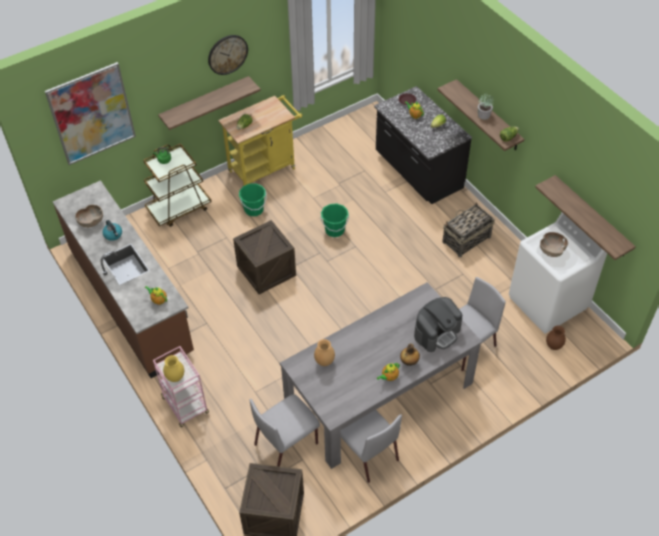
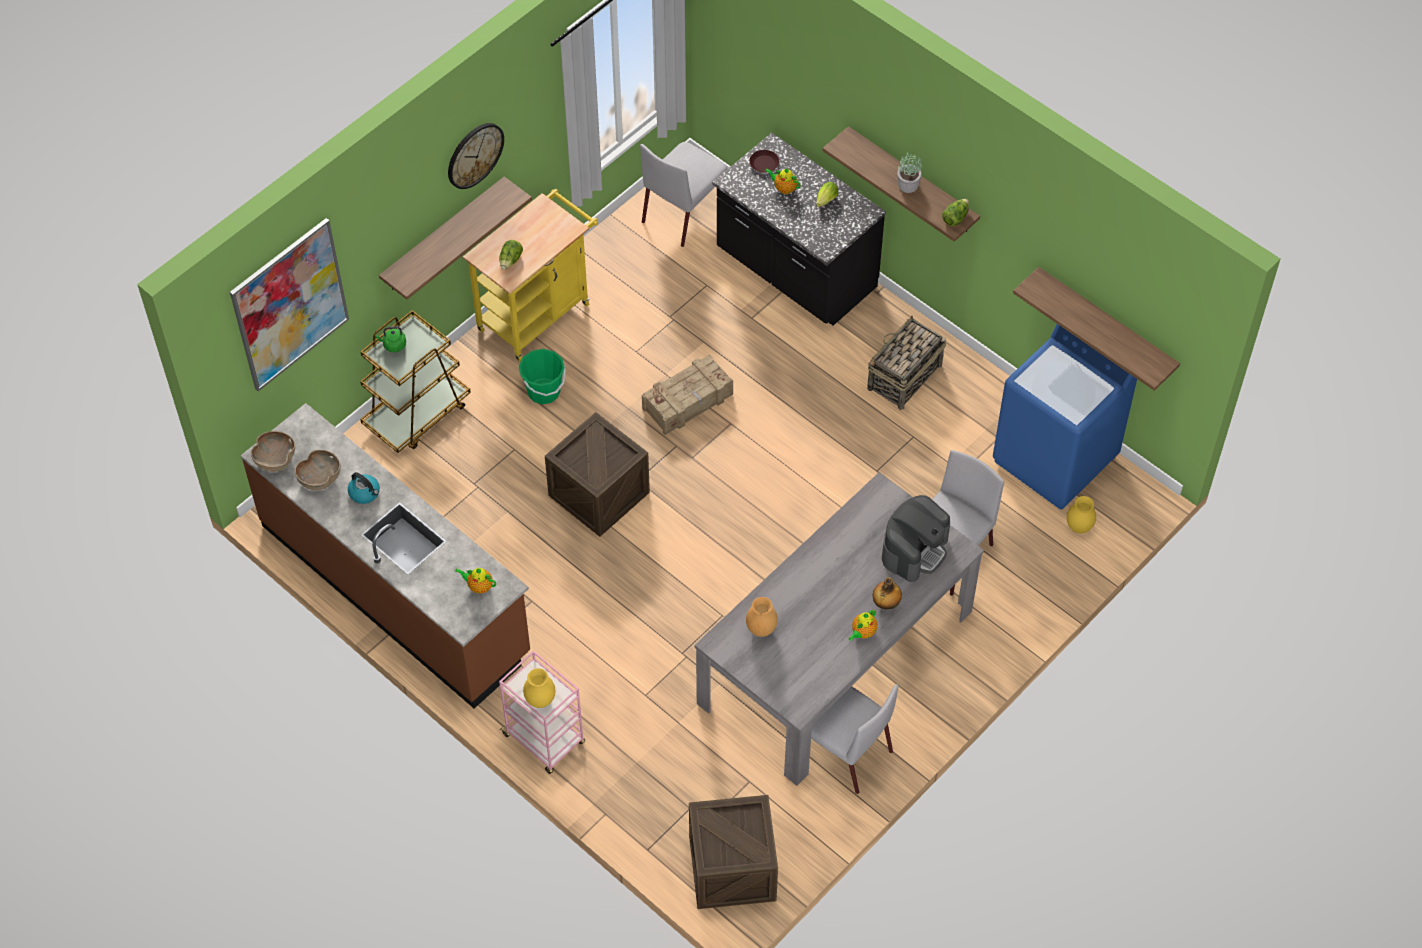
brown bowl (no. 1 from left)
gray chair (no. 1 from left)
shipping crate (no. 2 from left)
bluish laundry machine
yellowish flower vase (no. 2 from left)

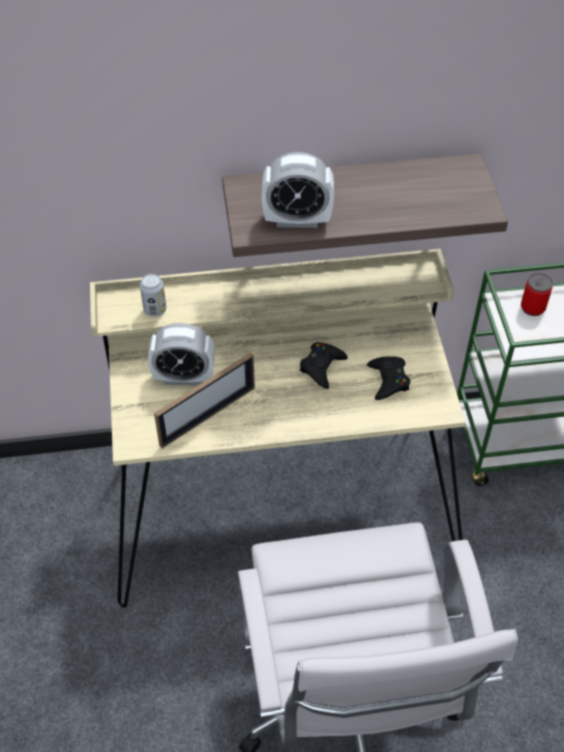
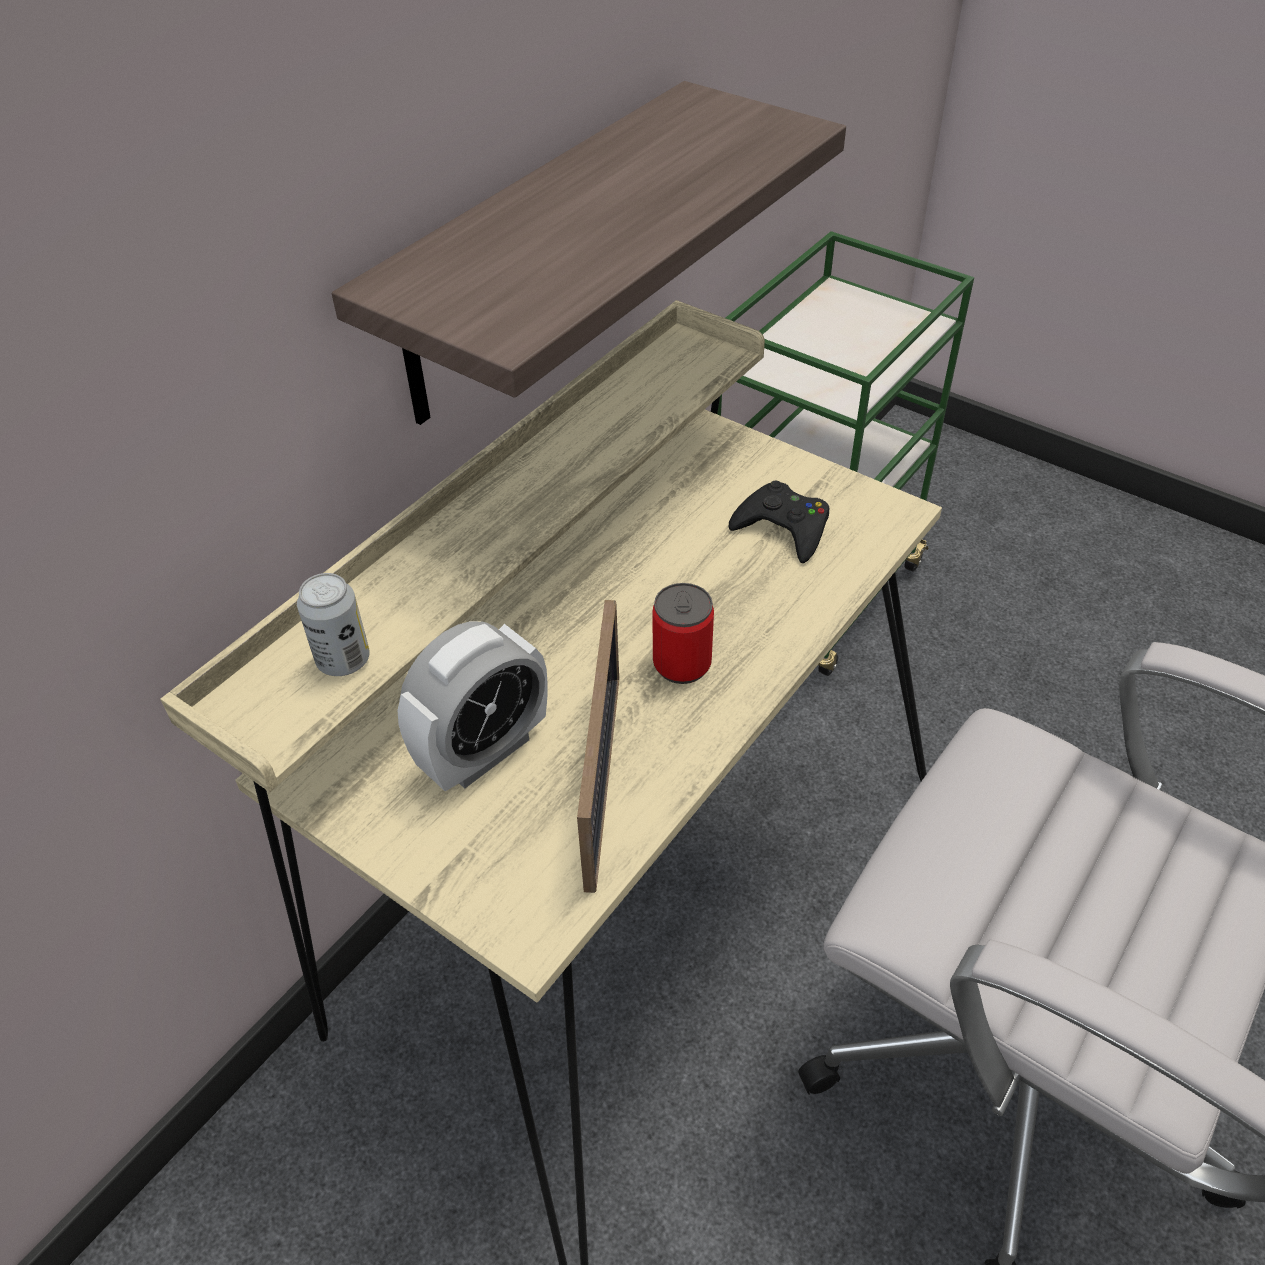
metal can (no. 2 from left)
alarm clock (no. 2 from left in the first image)
black game controller (no. 1 from left in the first image)

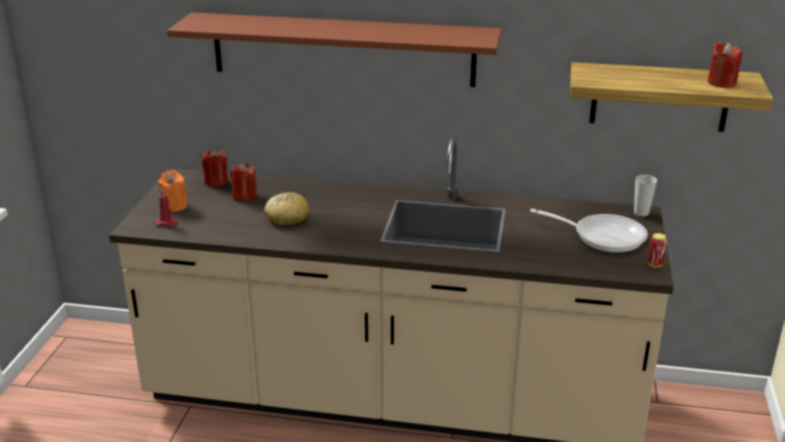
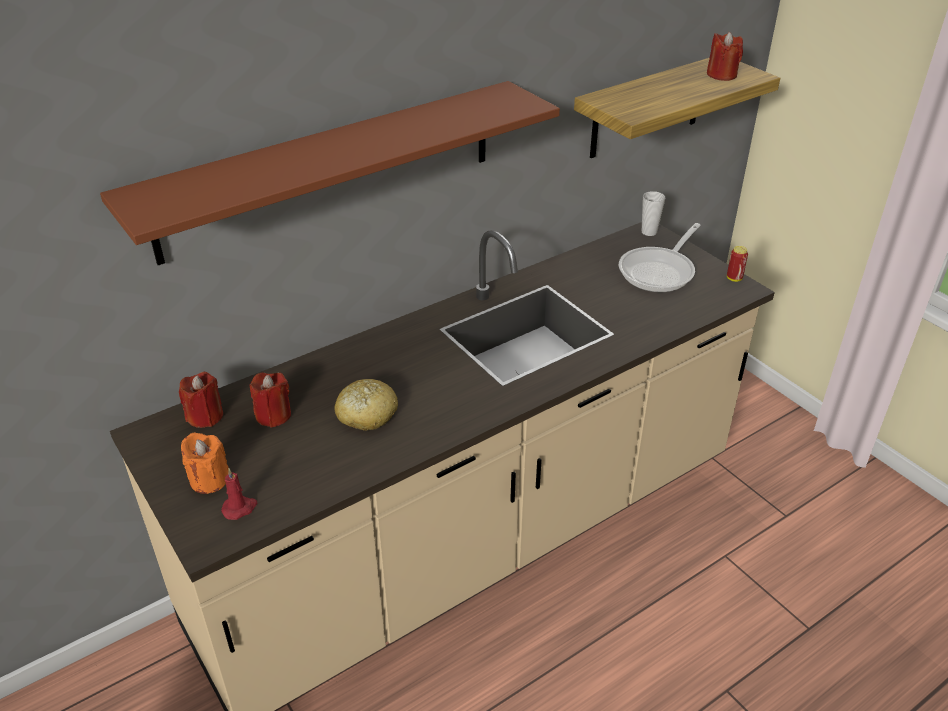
pan

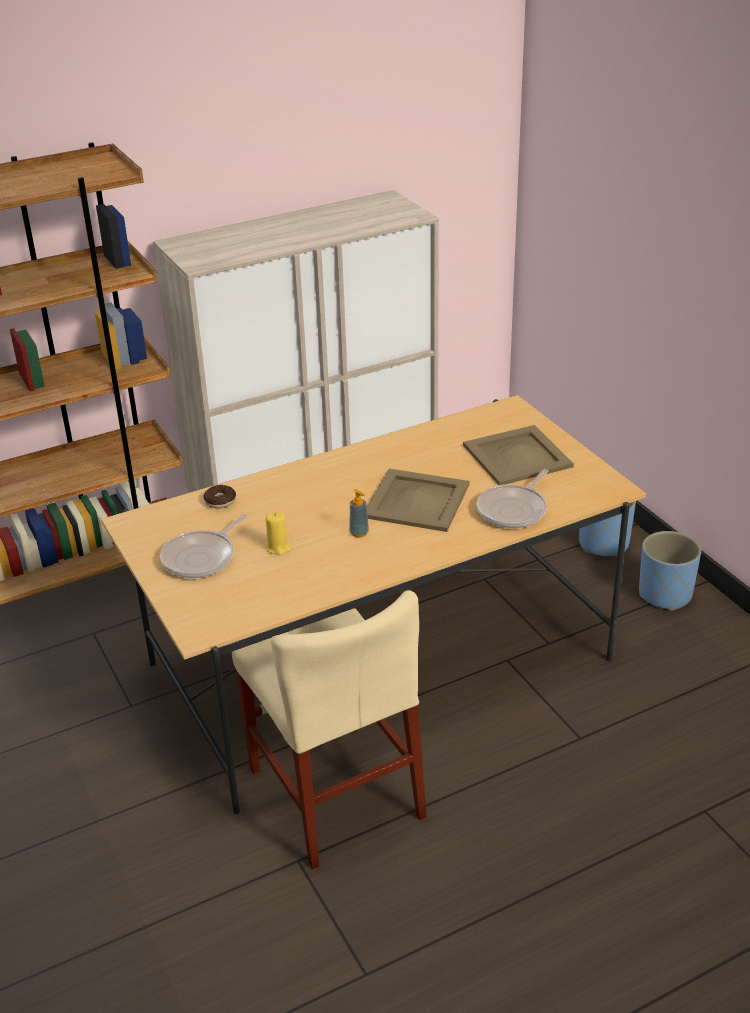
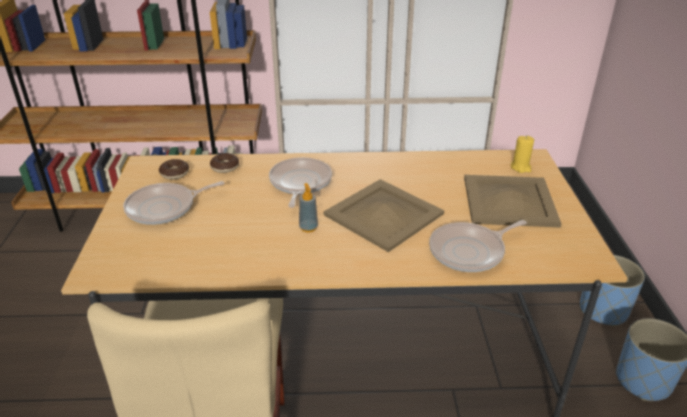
ring doughnut (no. 1 from left)
pan (no. 2 from left)
yellowish wax candle

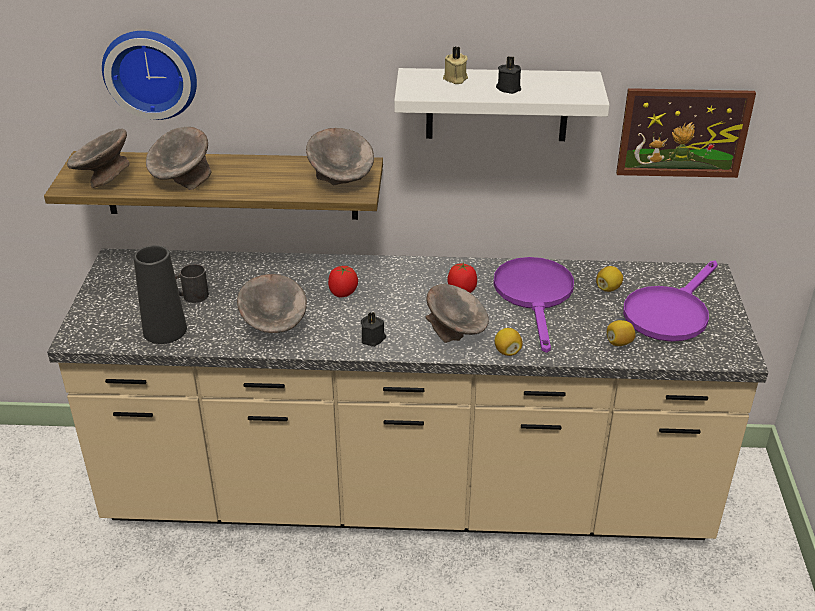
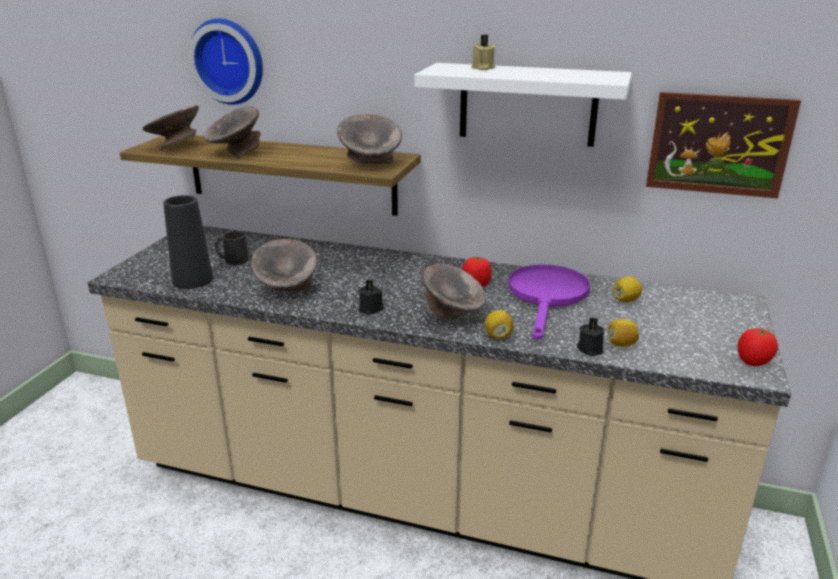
black wax candle (no. 2 from left)
tomato (no. 2 from left)
purple-coloured pan (no. 2 from left in the first image)

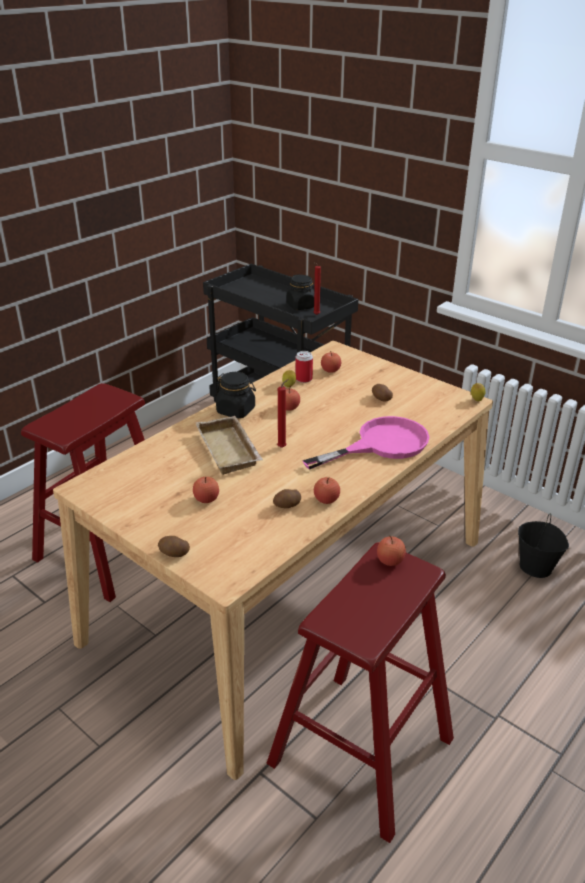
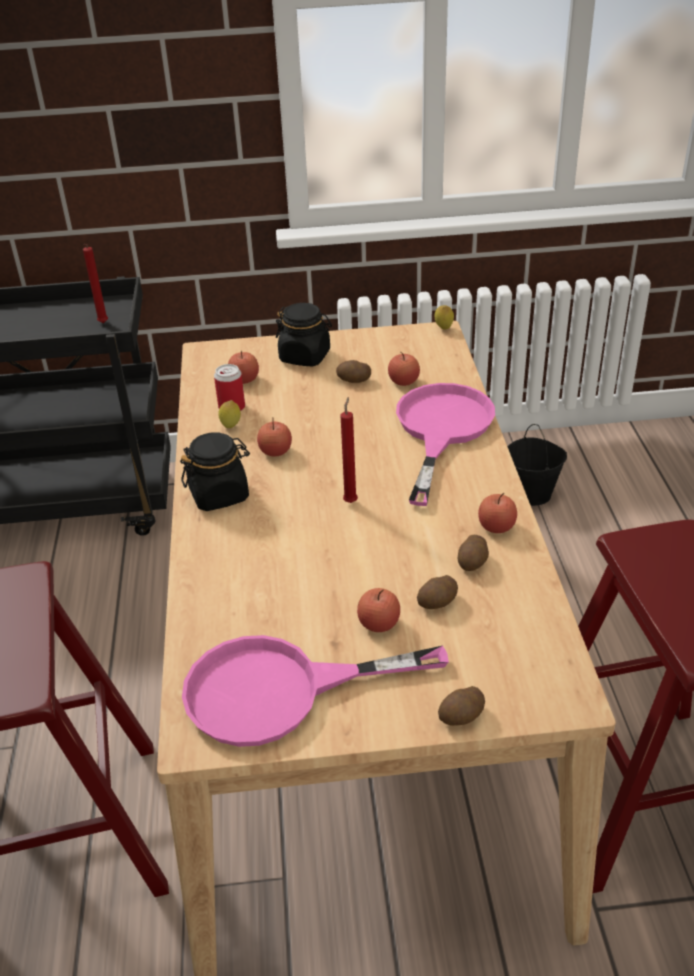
pink-coloured pan (no. 1 from left)
black preserve jar (no. 2 from left)
apple (no. 4 from left)
potato (no. 2 from left)
sand-coloured carrying tray

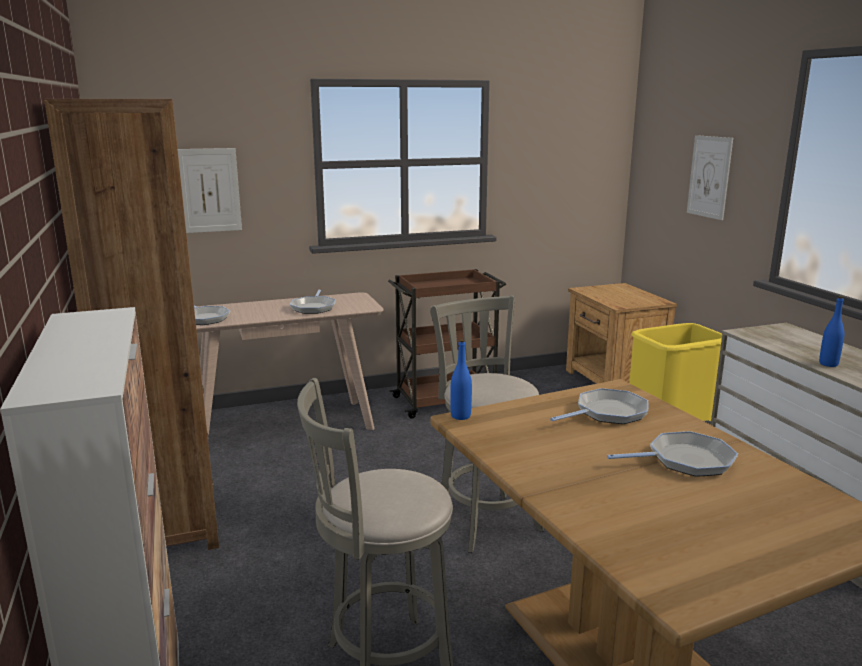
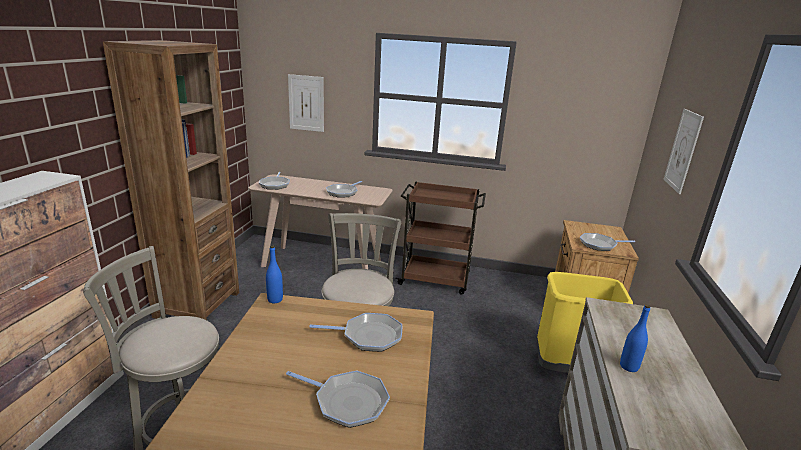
pan (no. 5 from left)

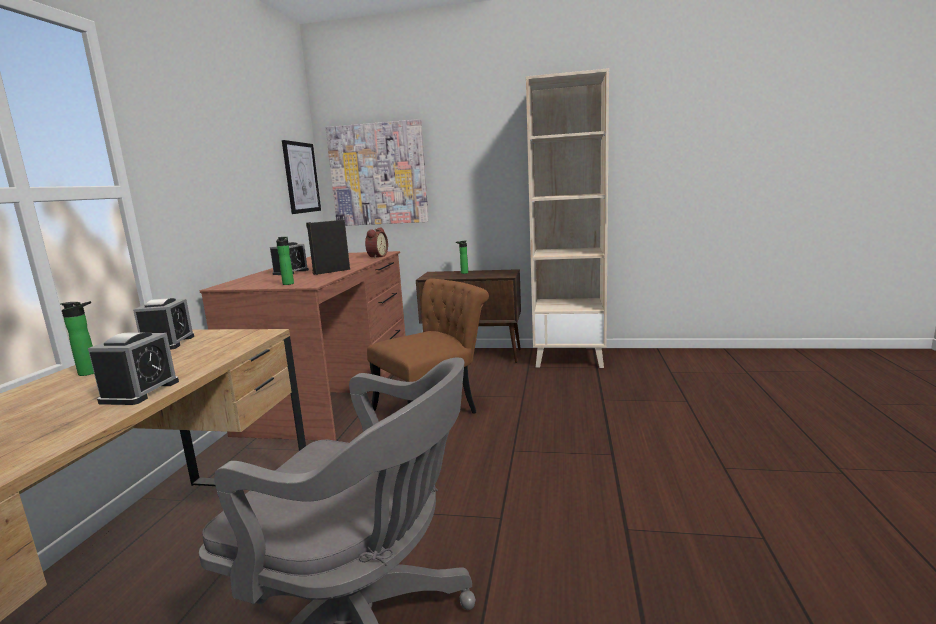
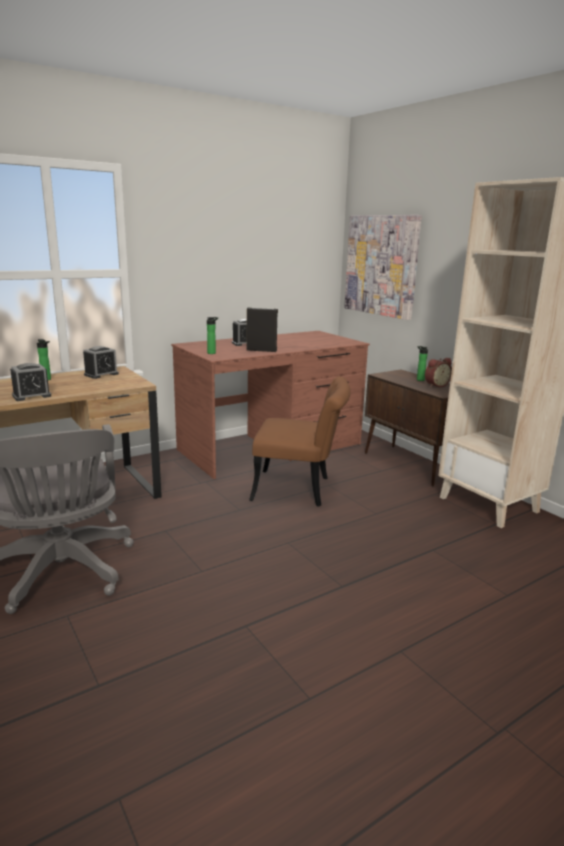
alarm clock (no. 4 from left)
picture (no. 1 from left in the first image)

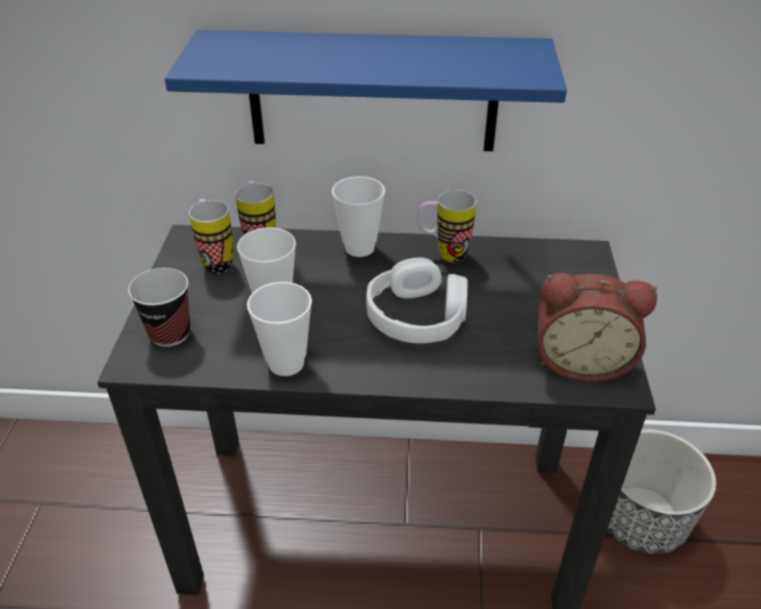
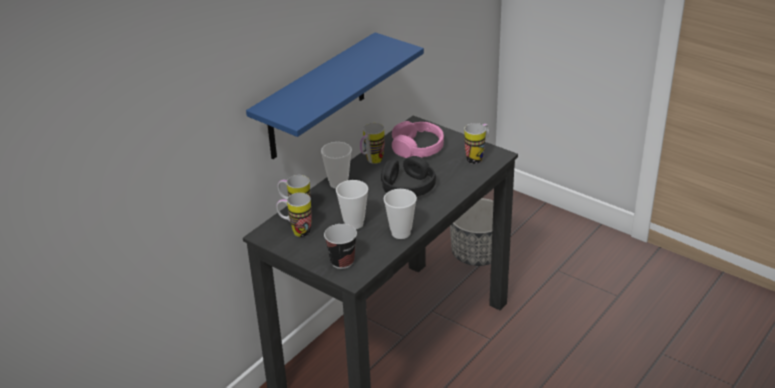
black headset
pink-coloured headset
tea mug (no. 4 from left)

